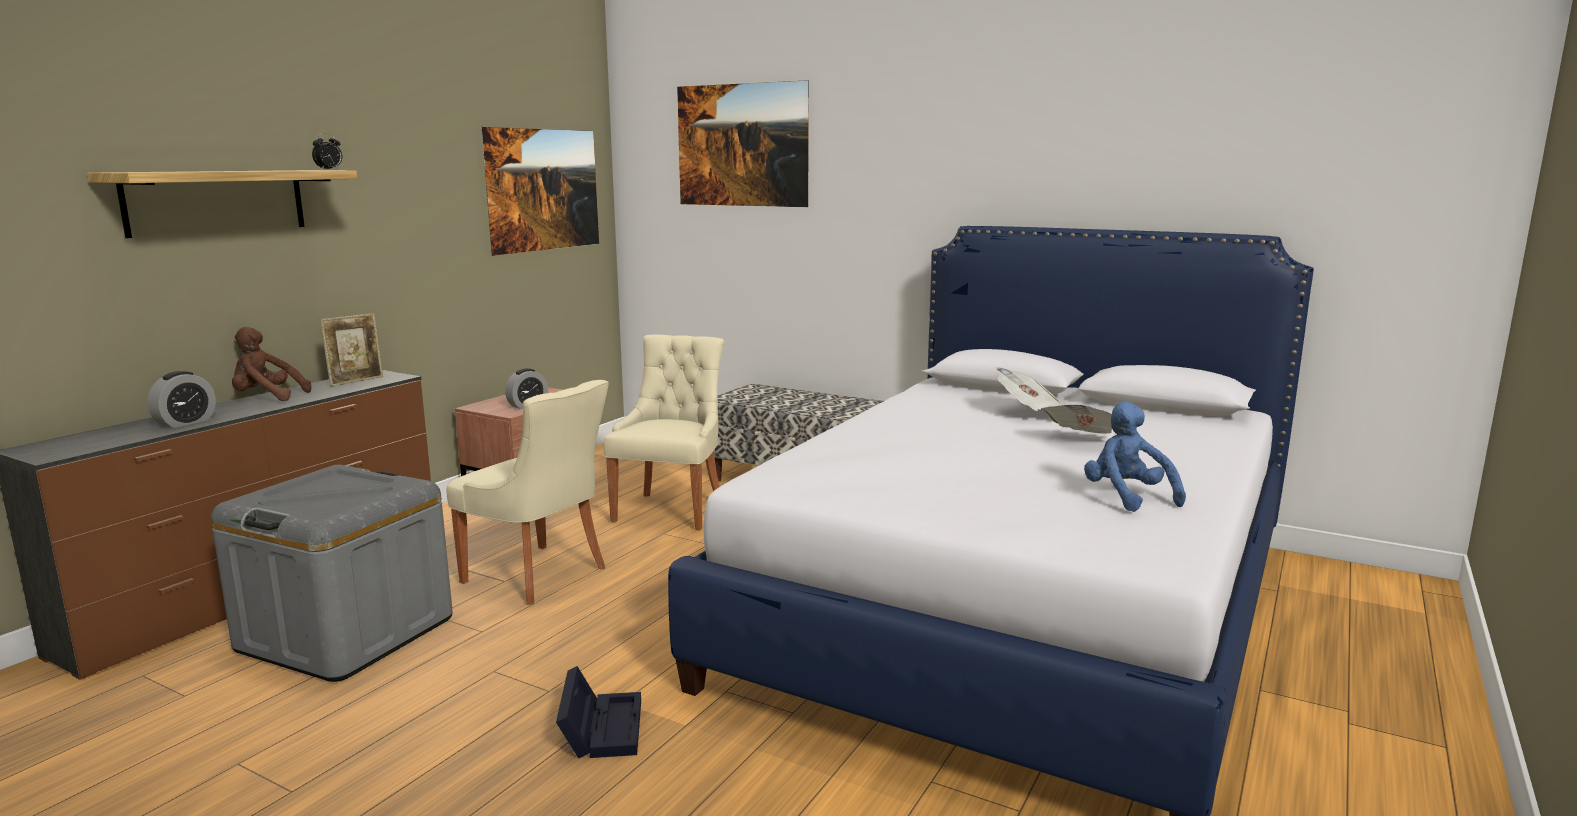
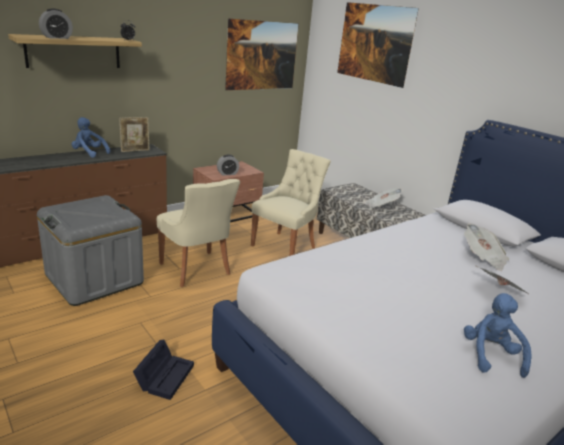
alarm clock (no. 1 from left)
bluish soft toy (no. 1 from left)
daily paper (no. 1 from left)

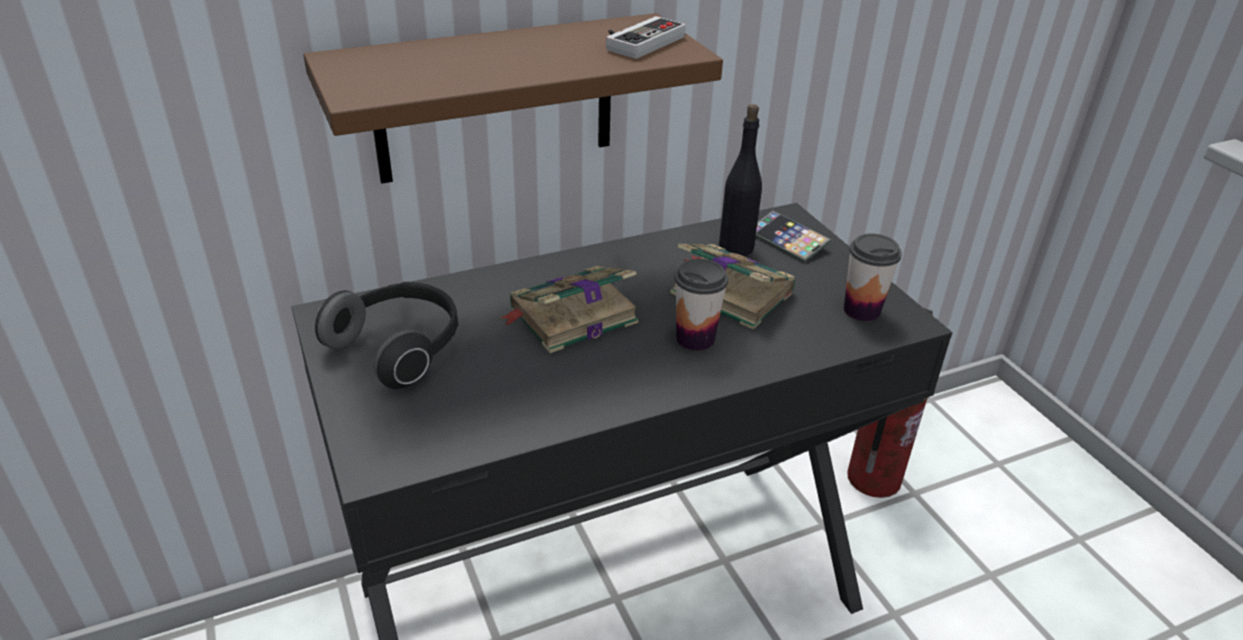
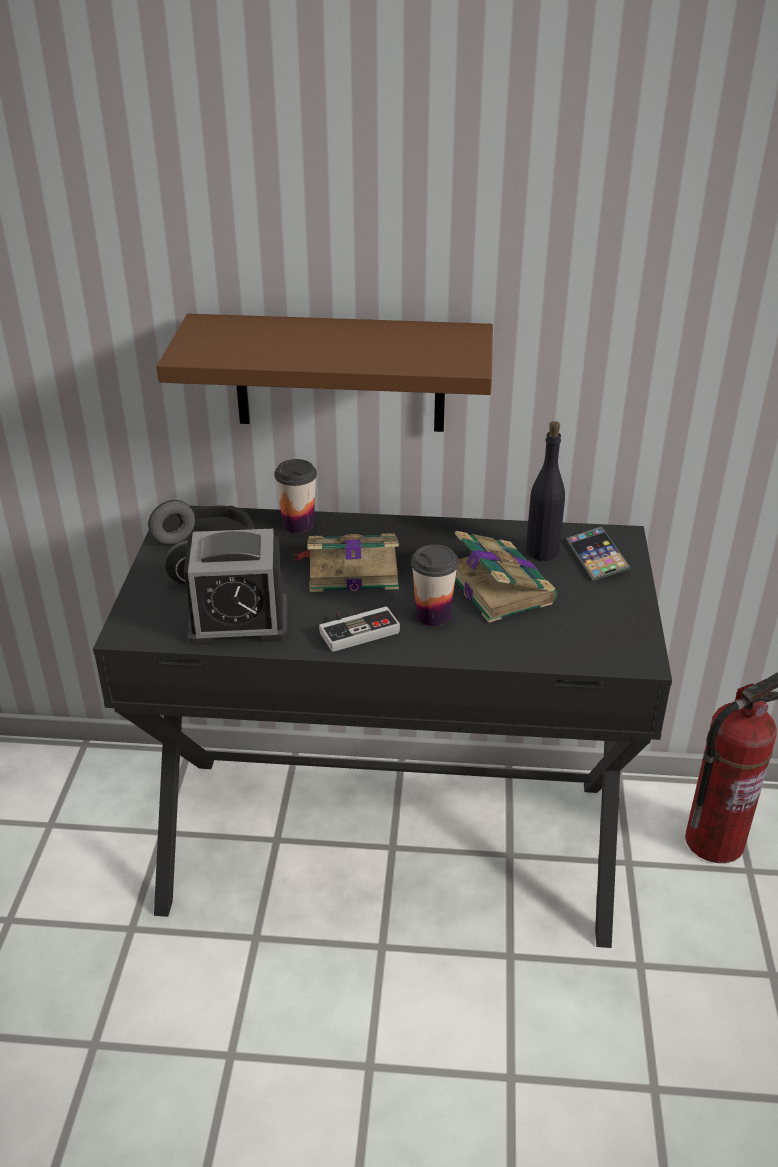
alarm clock
cup (no. 1 from left)
game controller

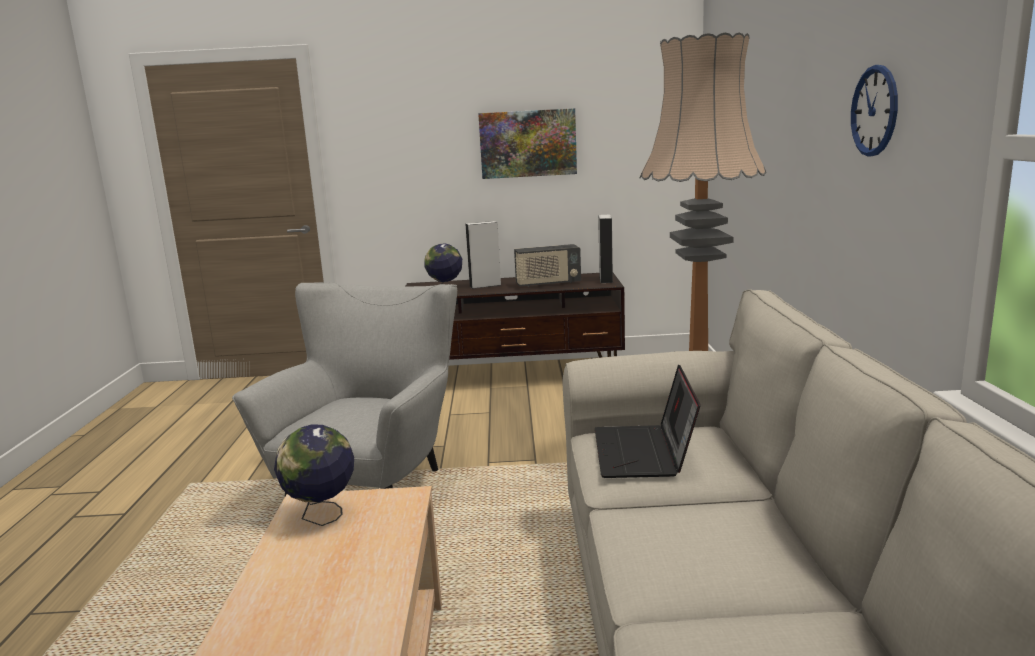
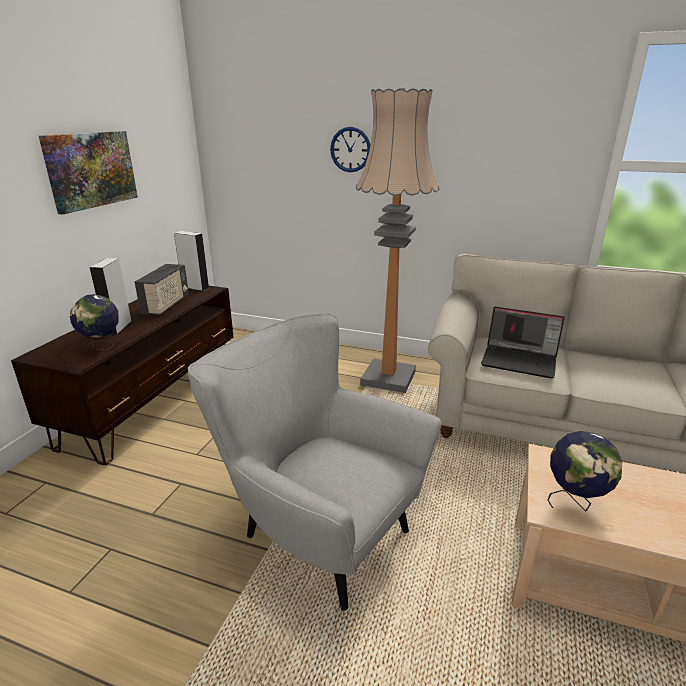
wall clock

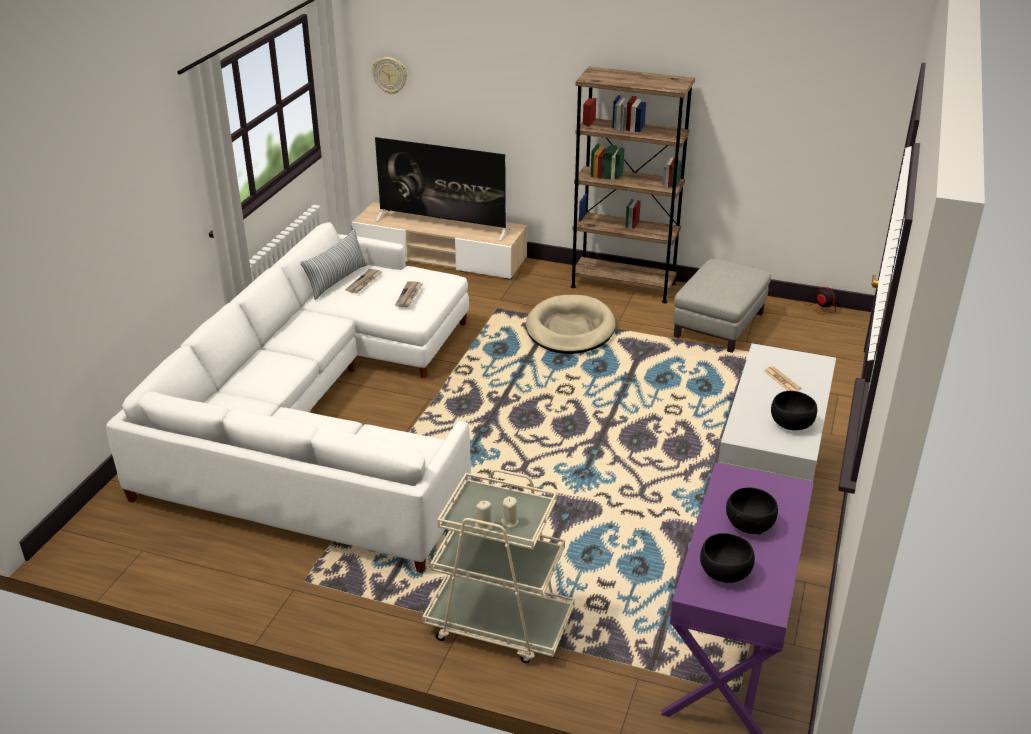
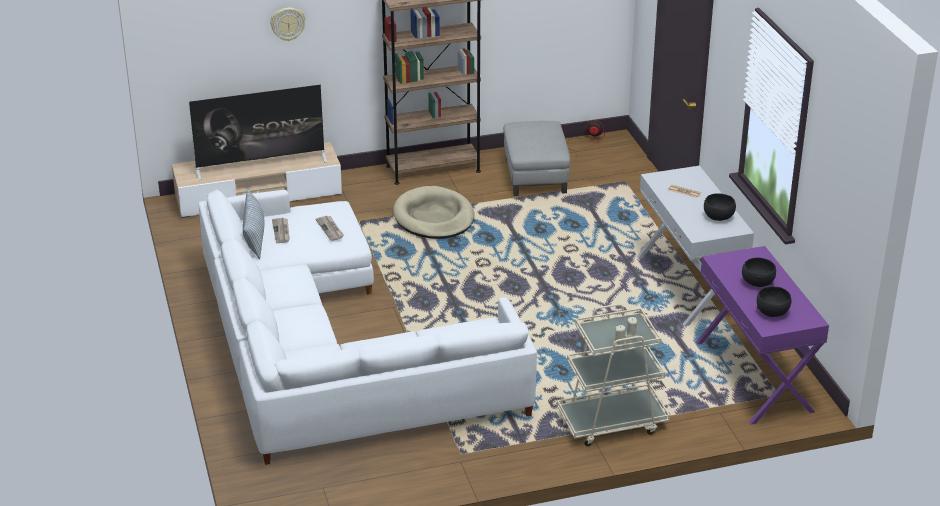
wall clock

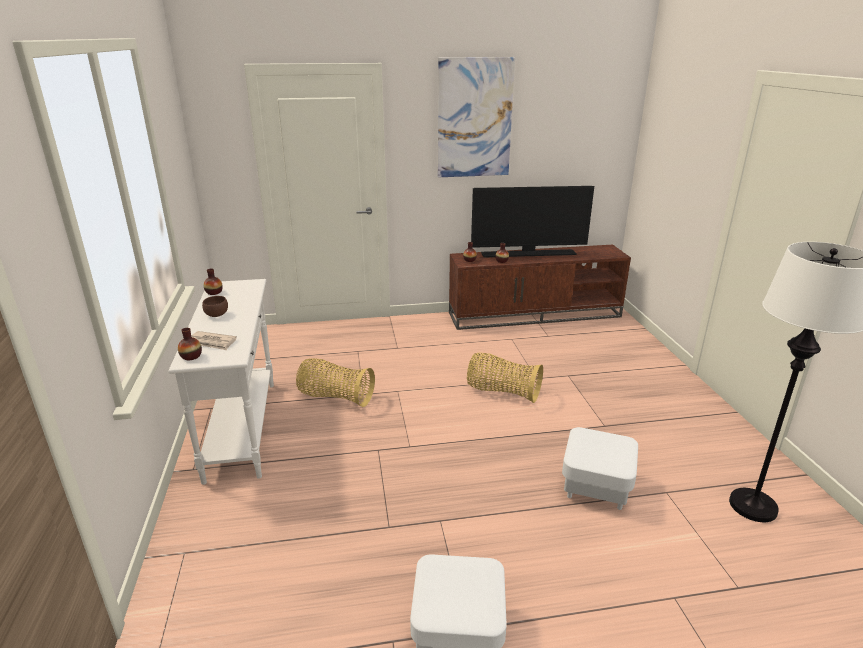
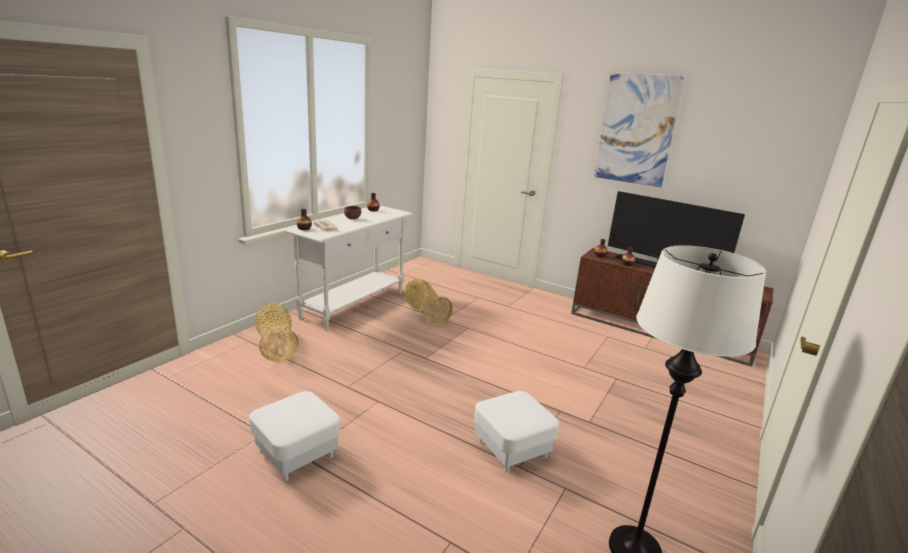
storage basket (no. 1 from left)

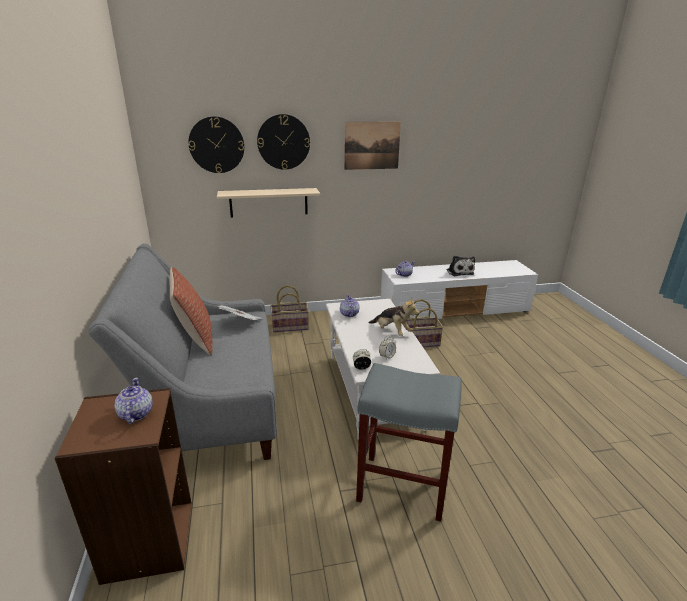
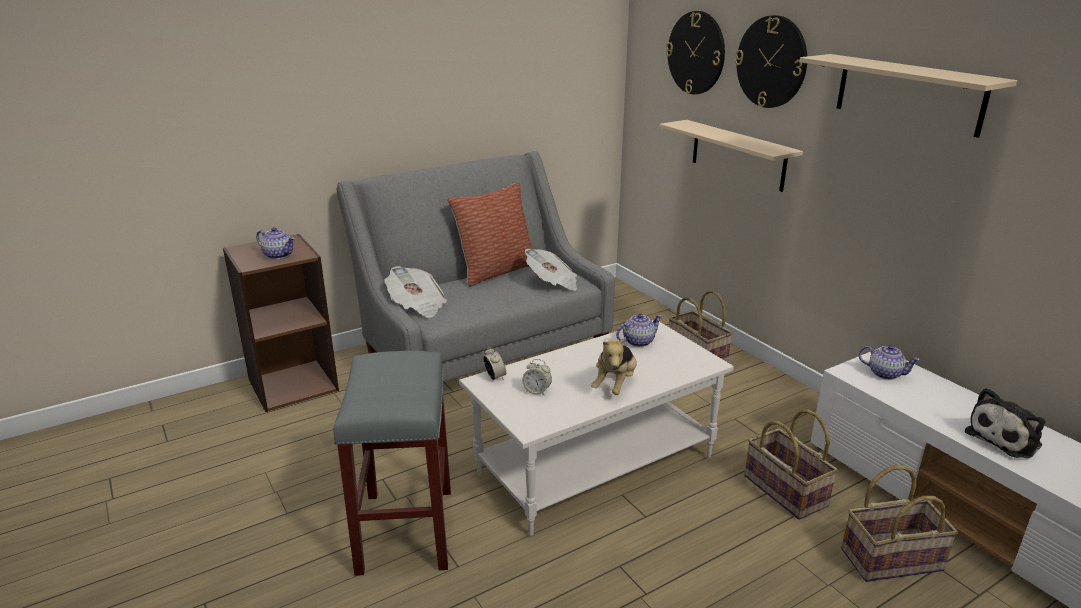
teapot (no. 1 from left)
daily paper (no. 1 from left)
sand-coloured shelf (no. 2 from left)
storage basket (no. 3 from left)

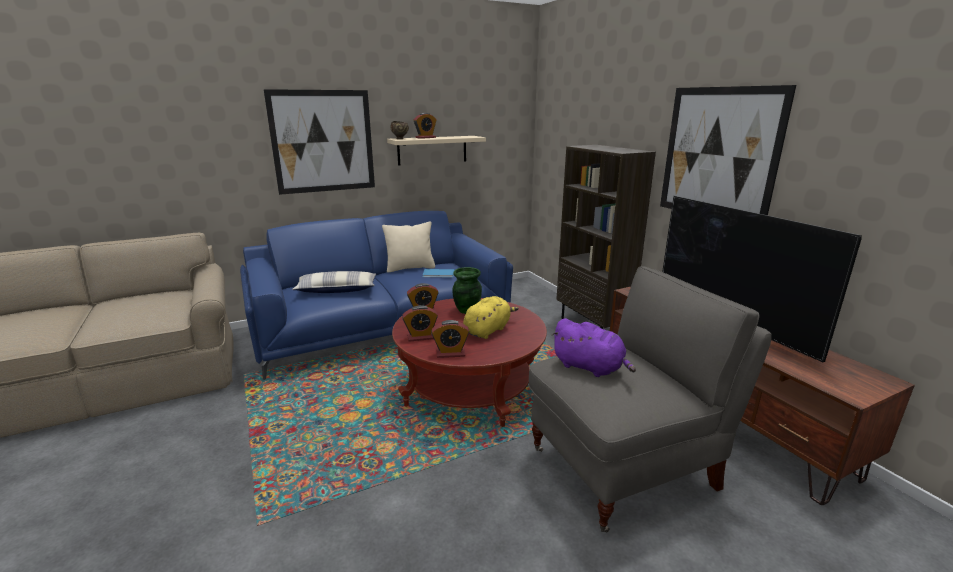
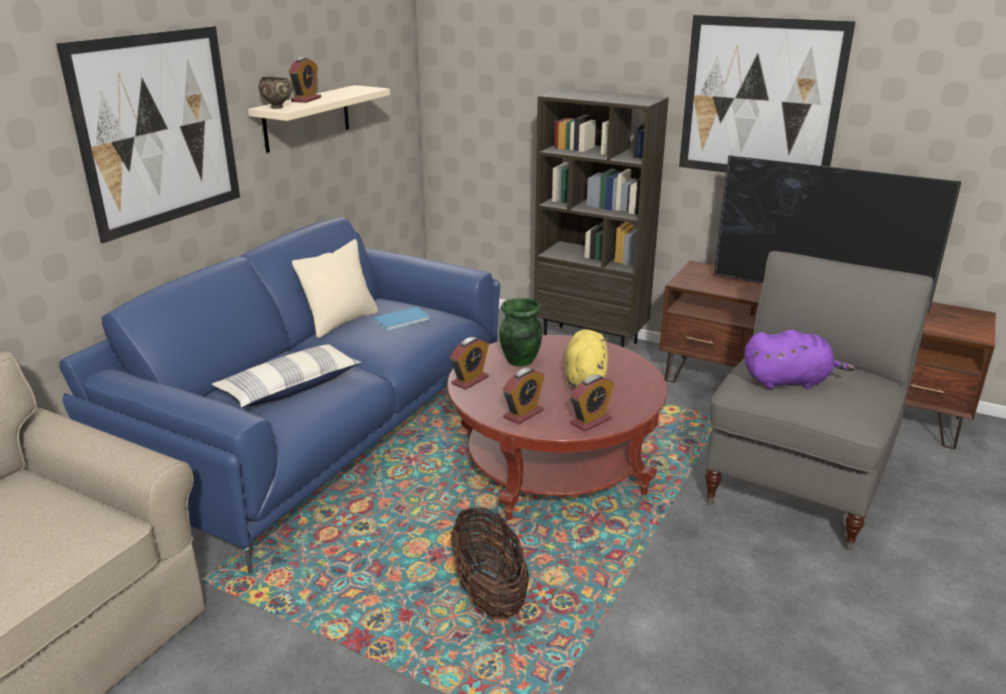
storage basket

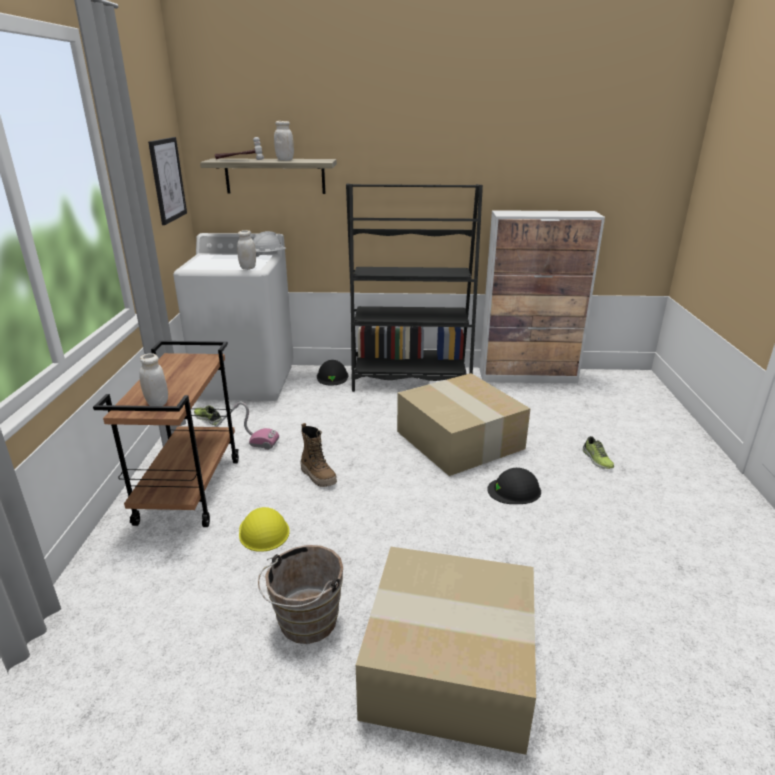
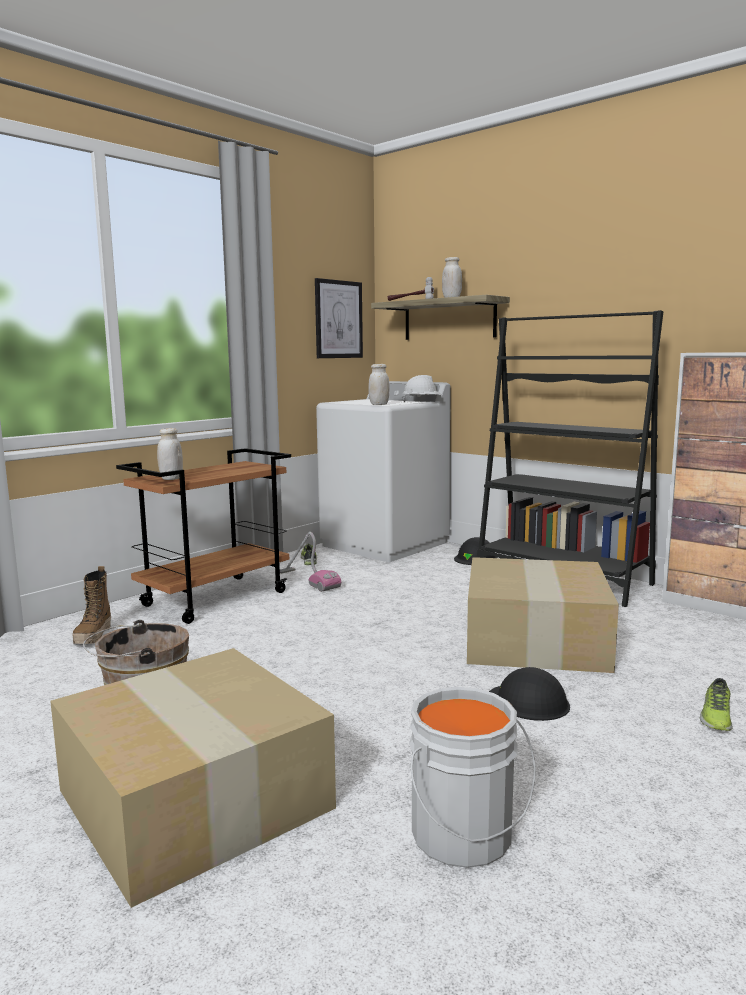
high-top boot
gray pail
yellowish safety helmet

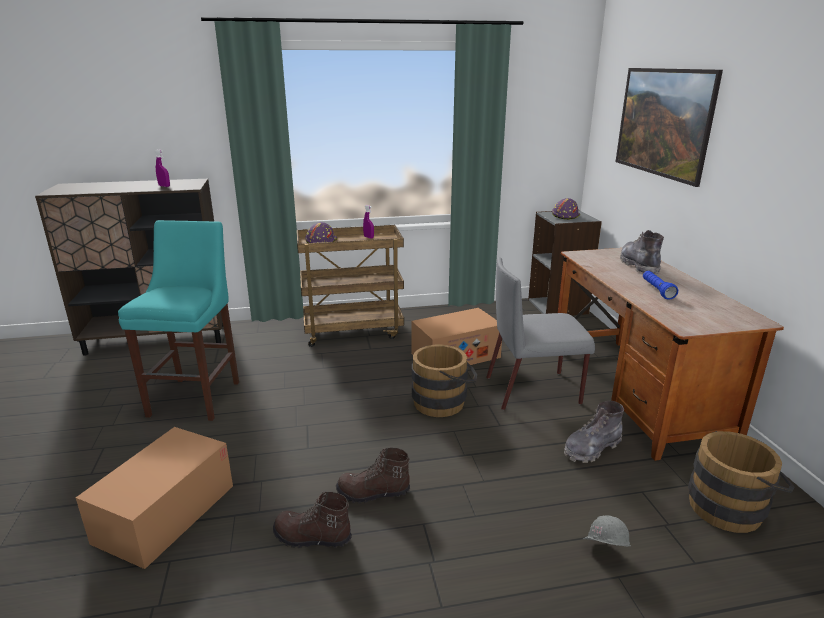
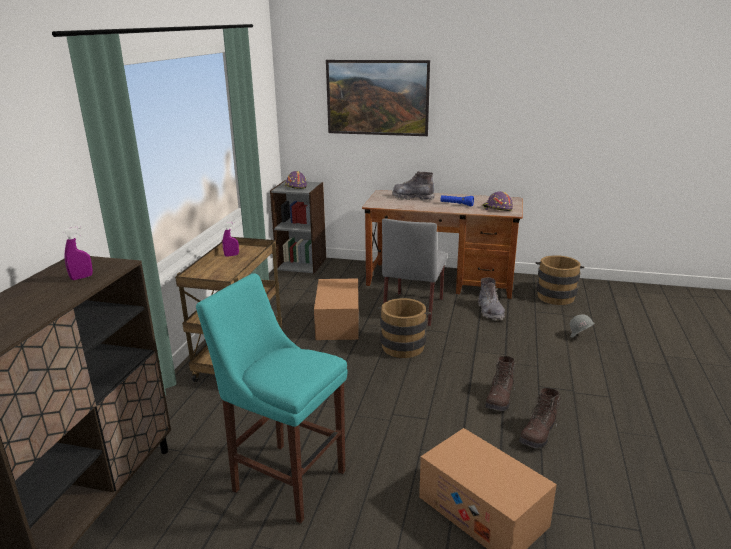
purple-coloured safety helmet (no. 2 from left)

